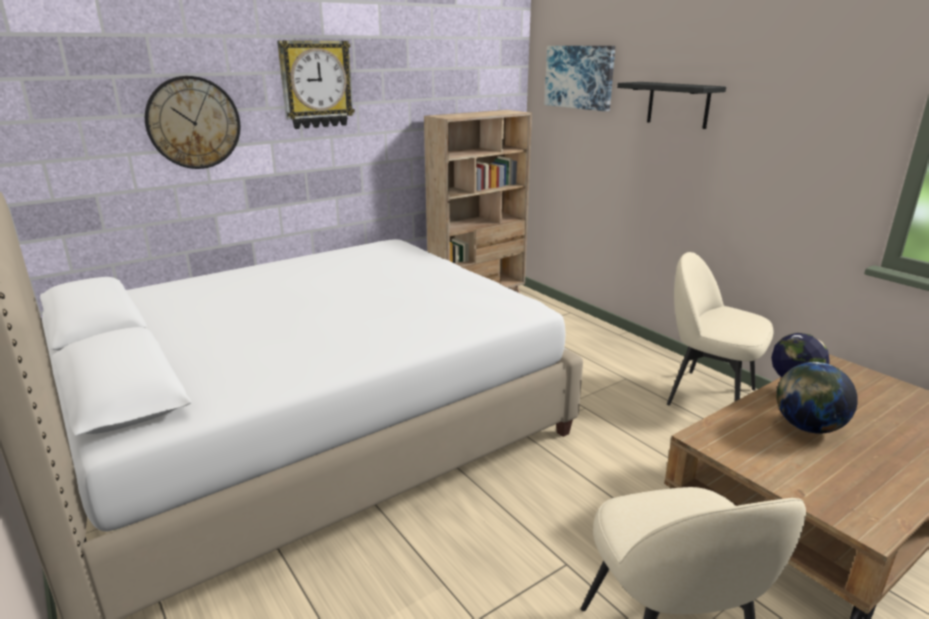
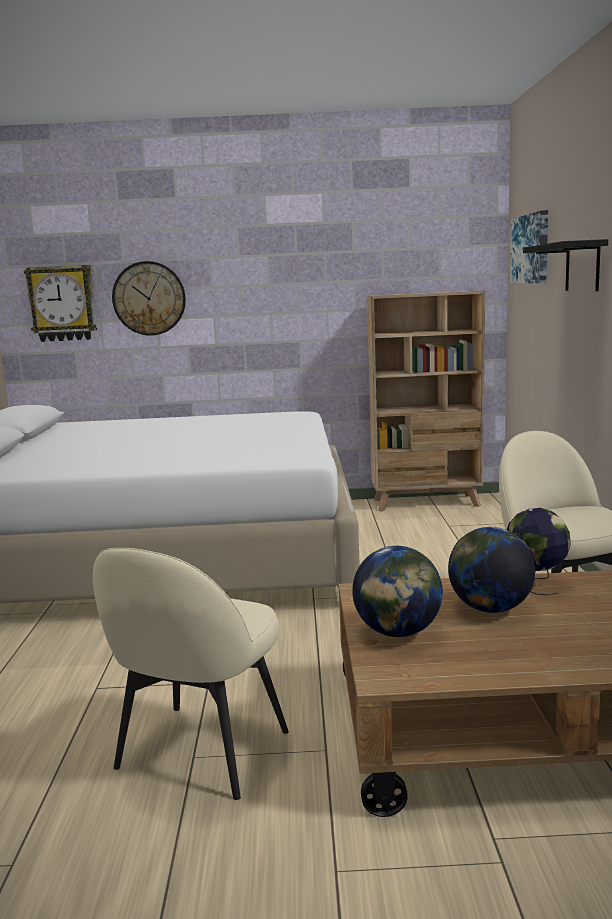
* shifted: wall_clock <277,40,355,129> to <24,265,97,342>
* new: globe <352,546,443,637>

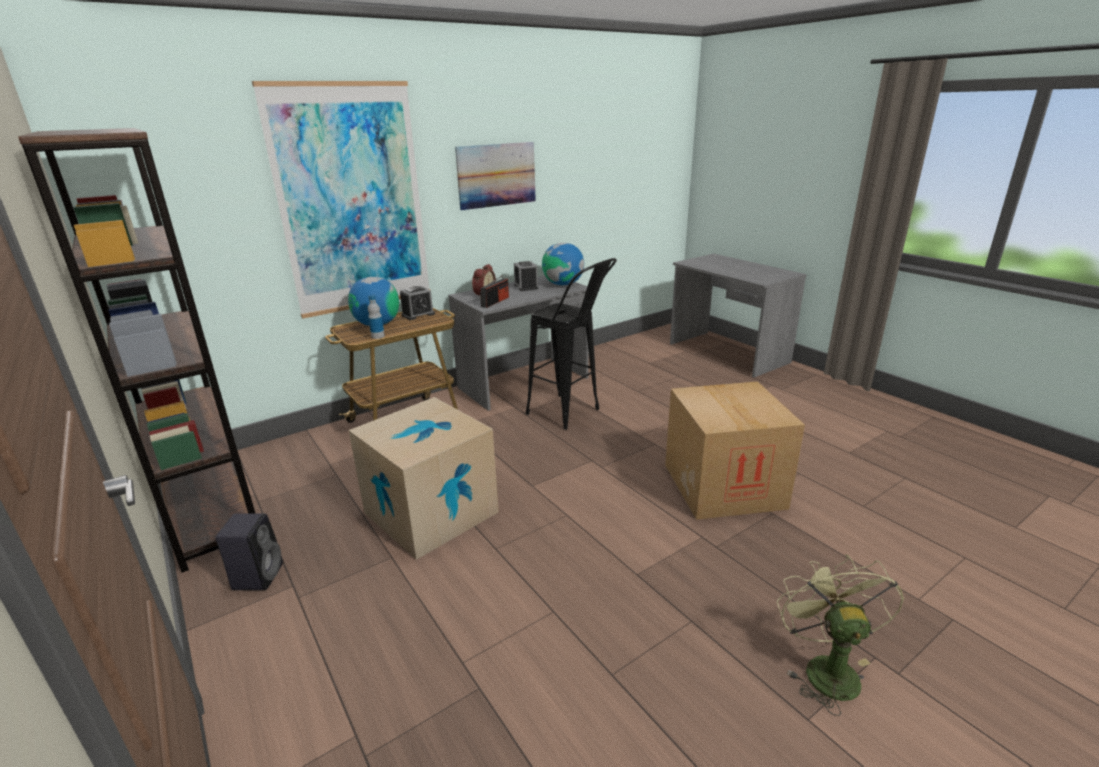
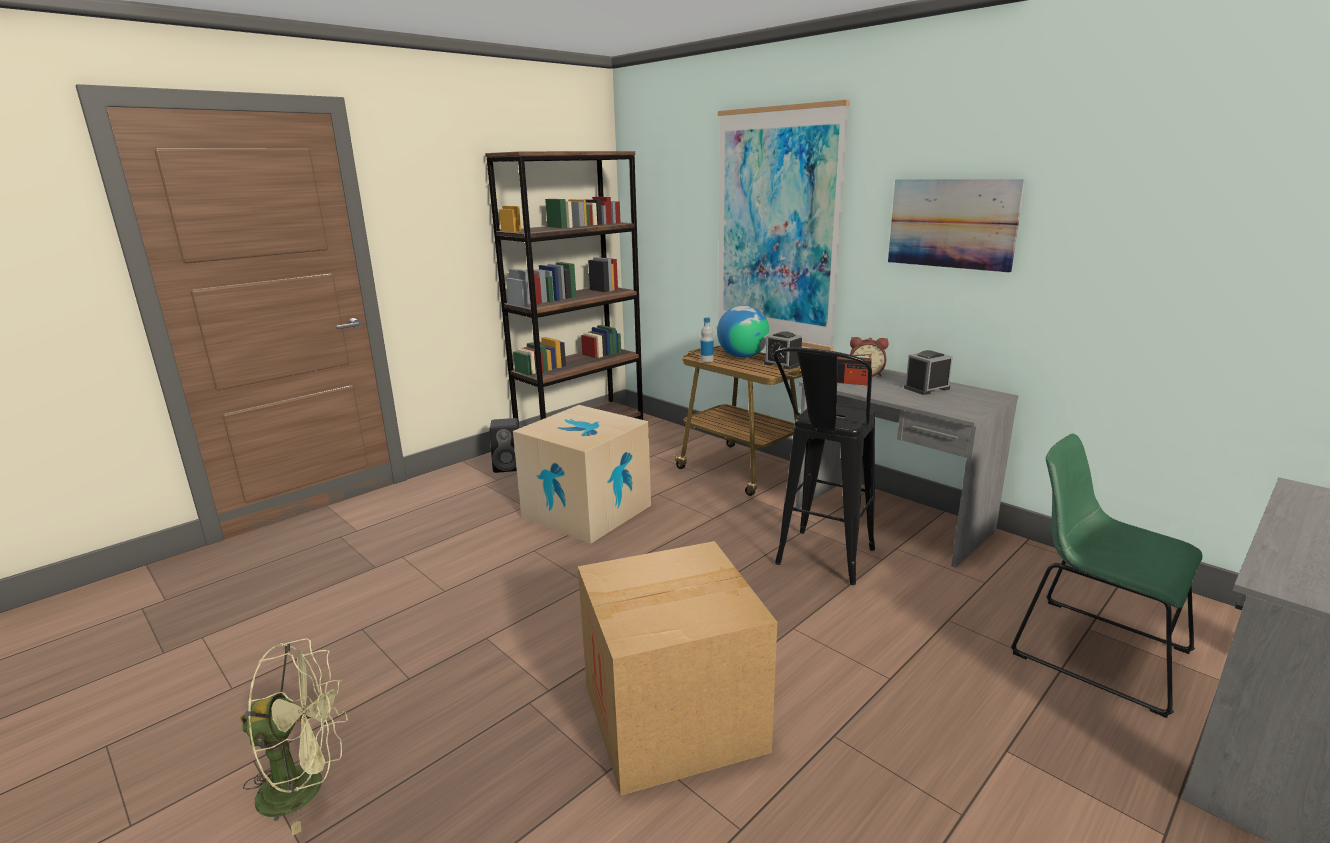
* gone: globe <542,243,584,285>
* new: green_chair <1011,434,1203,718>

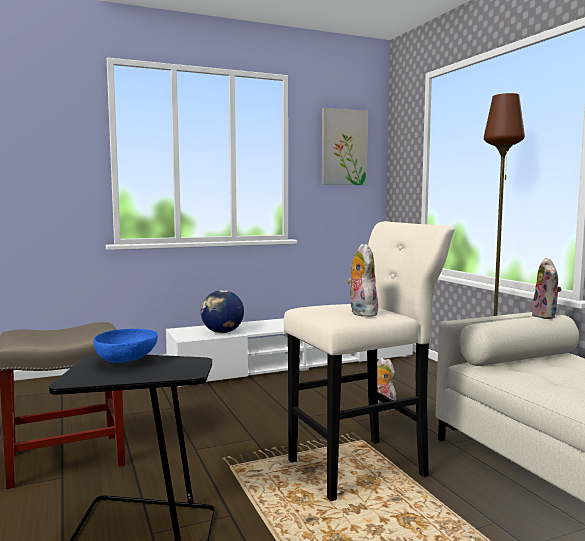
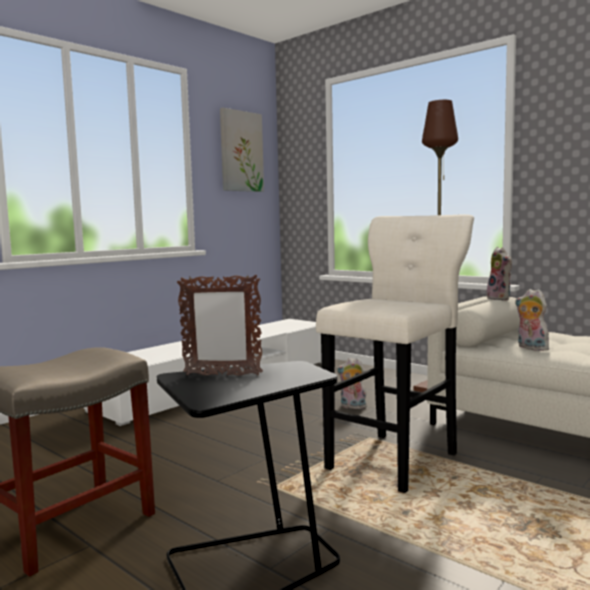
* shifted: plush_toy <347,244,378,317> to <515,289,549,351>
* gone: globe <201,290,244,333>
* swapped: blue_bowl <94,329,158,363> to picture_frame <177,275,263,375>

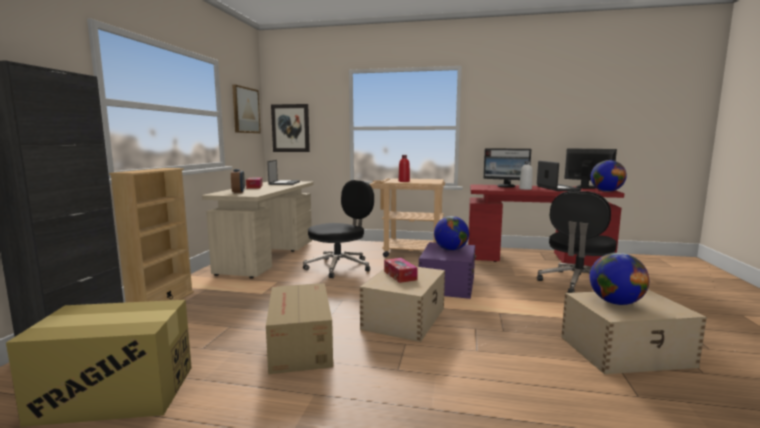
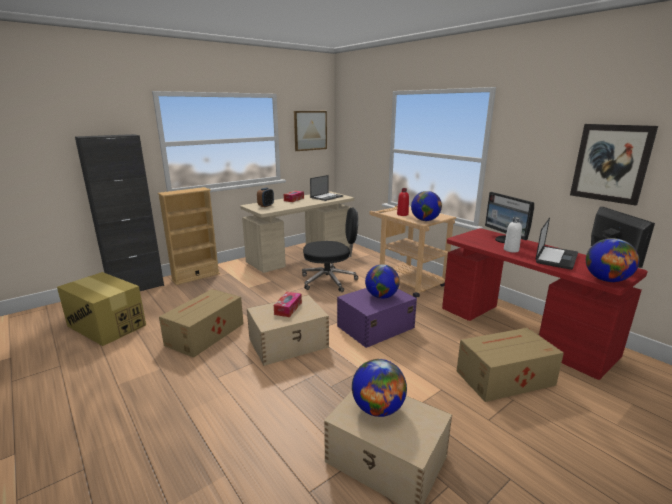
* shifted: picture <271,104,310,152> to <570,124,658,206>
* swapped: black_office_chair <537,191,617,293> to cardboard_box <457,328,564,402>
* new: globe <411,191,442,221>

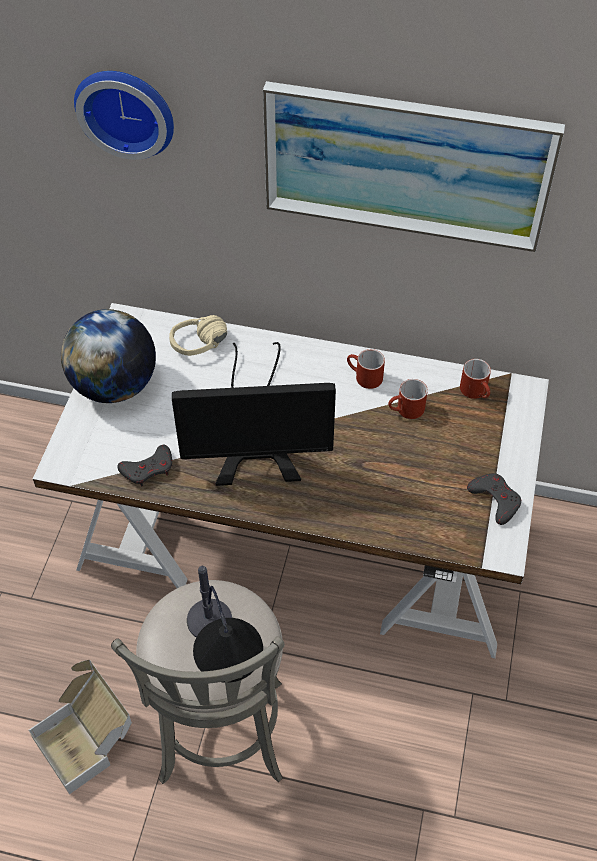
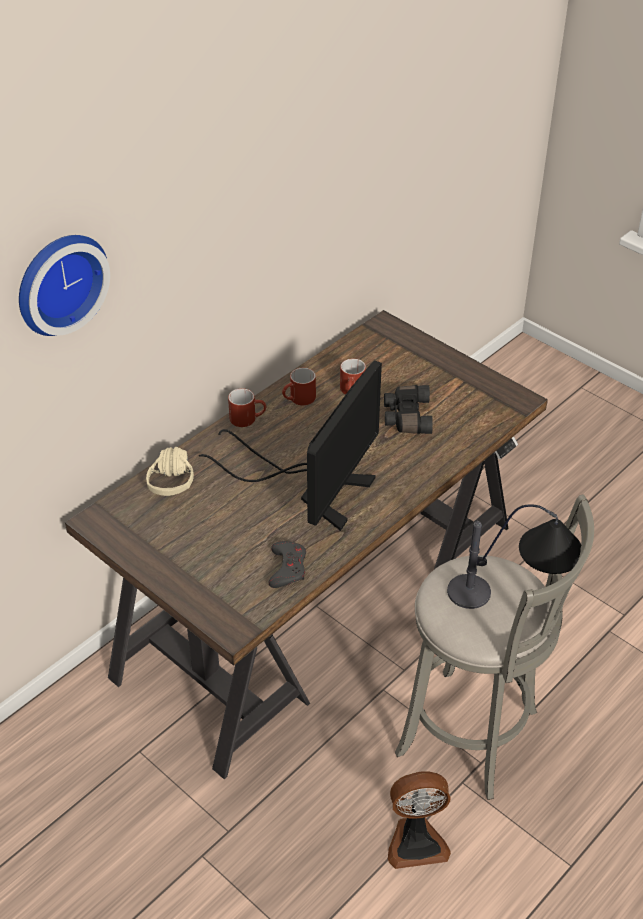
* gone: picture <263,81,565,252>
* repainted: white_desk <33,303,549,658> to brown_desk <65,310,548,779>
* gone: globe <61,309,156,403>
* shifted: red_mug <460,359,491,399> to <228,388,266,427>
* gone: grey_game_controller <467,473,521,525>
* swapped: cardboard_box <29,660,132,794> to fan <388,772,451,869>
* new: black_binoculars <384,385,433,434>

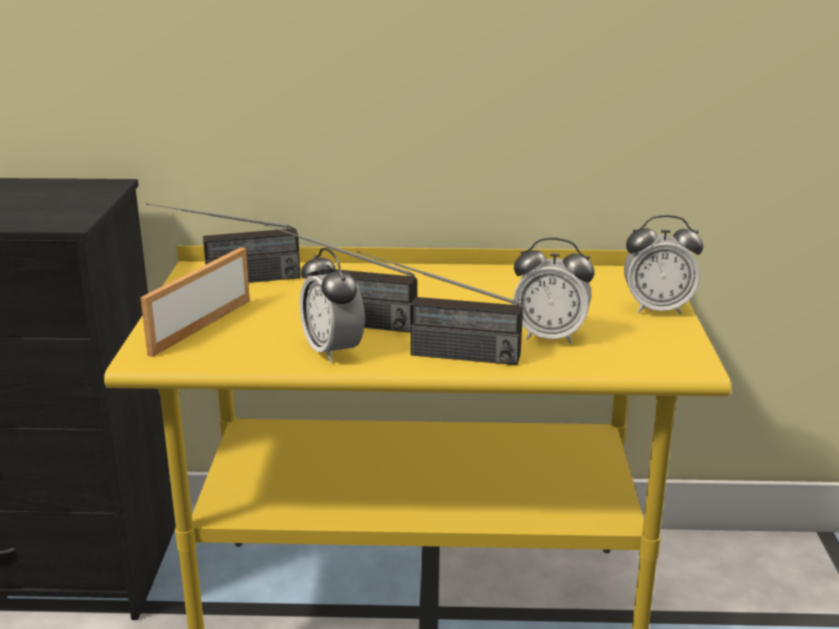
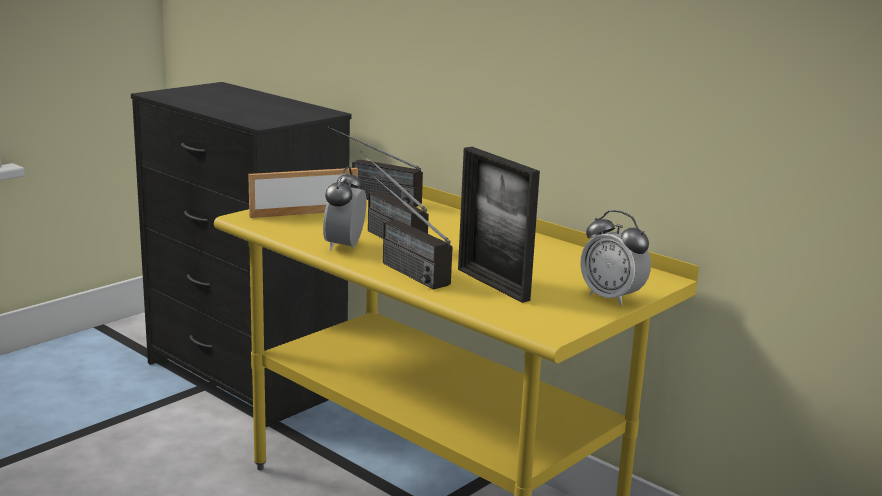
* swapped: alarm_clock <513,238,595,344> to picture_frame <458,147,540,303>

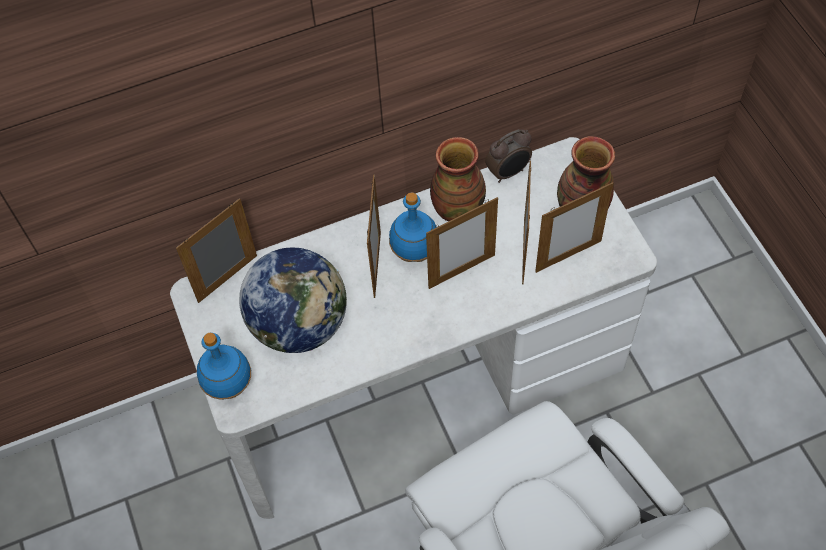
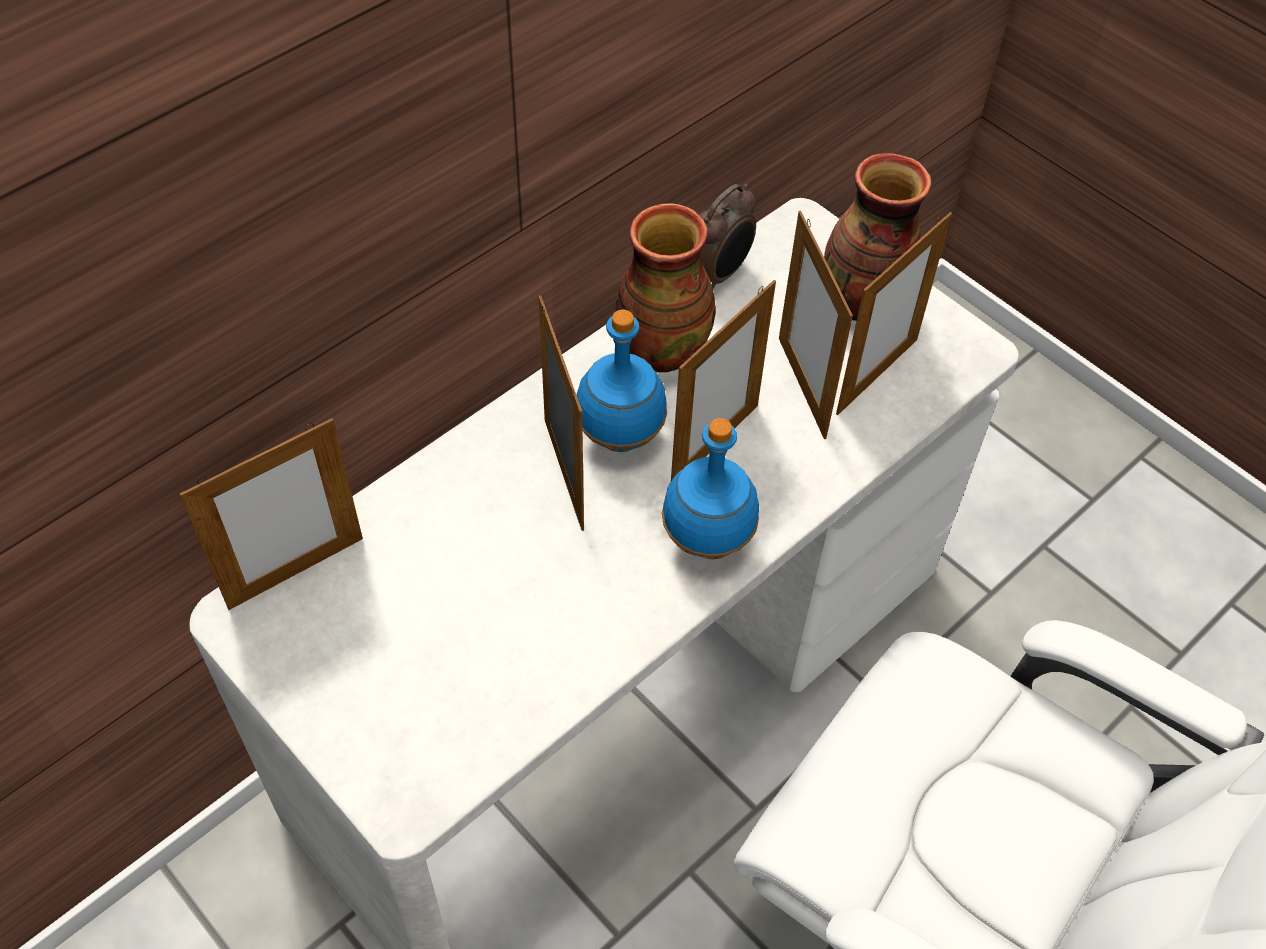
* rotated: picture_frame <176,198,257,303> = <180,418,363,610> 150 degrees counterclockwise
* gone: globe <239,247,347,353>
* shifted: blue_bottle <197,333,251,400> to <662,418,759,559>

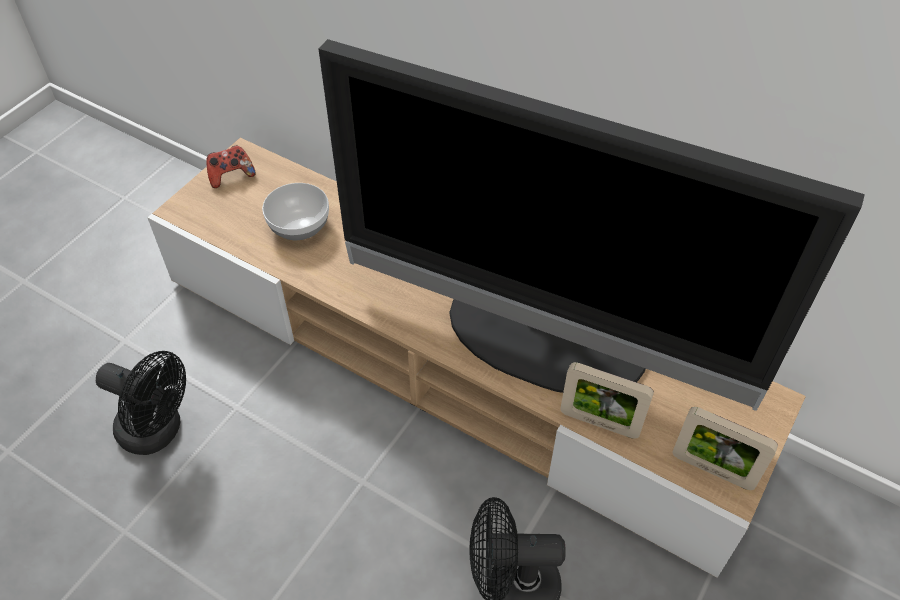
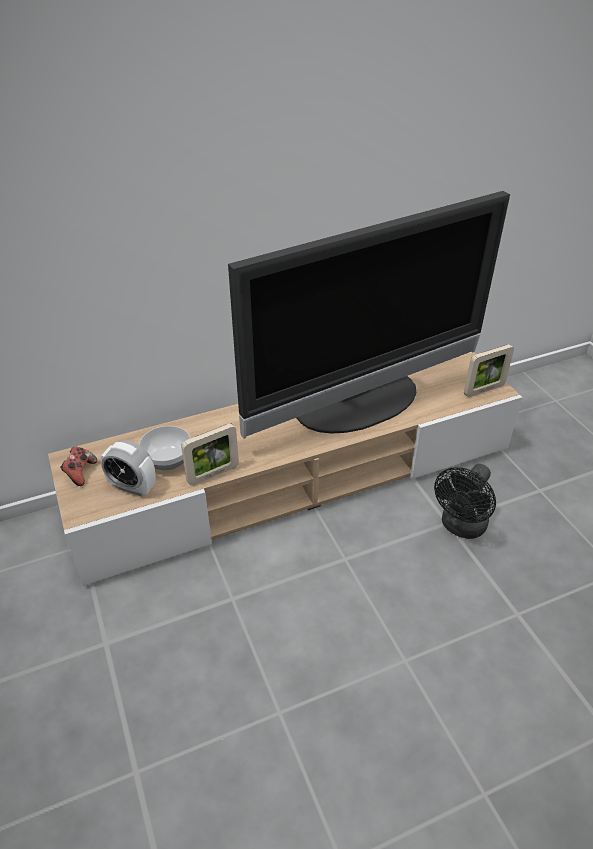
* gone: black_fan <96,351,186,455>
* shifted: picture_frame <560,362,654,439> to <181,423,239,486>
* new: alarm_clock <100,440,156,497>

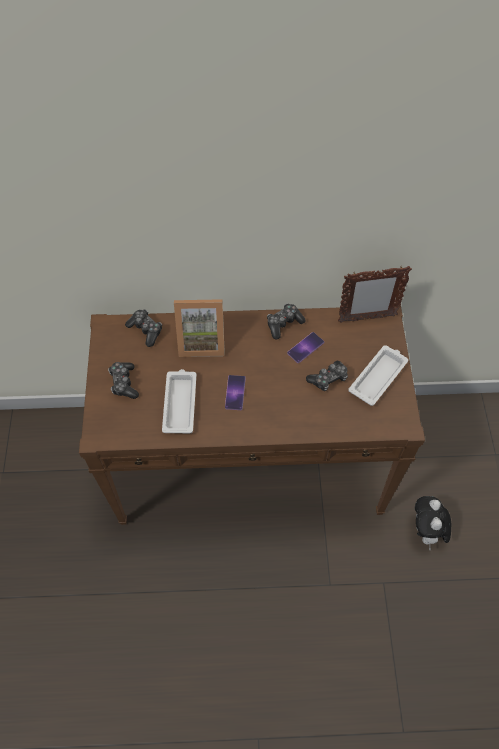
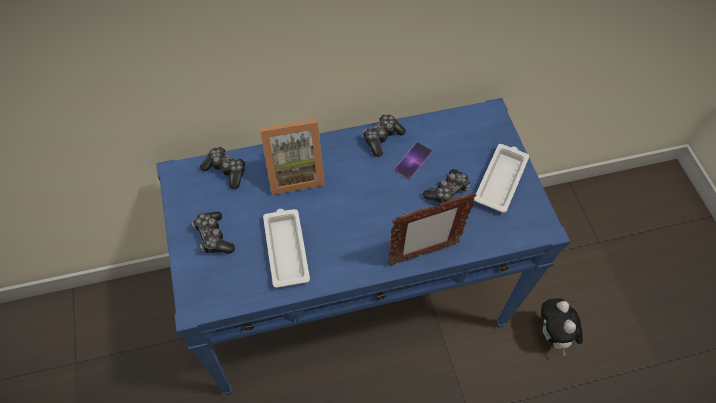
* shifted: picture_frame <338,266,412,323> to <387,192,477,266>
* repainted: brown_console_table <79,306,425,525> to blue_console_table <156,98,570,395>
* gone: phone <225,375,246,410>

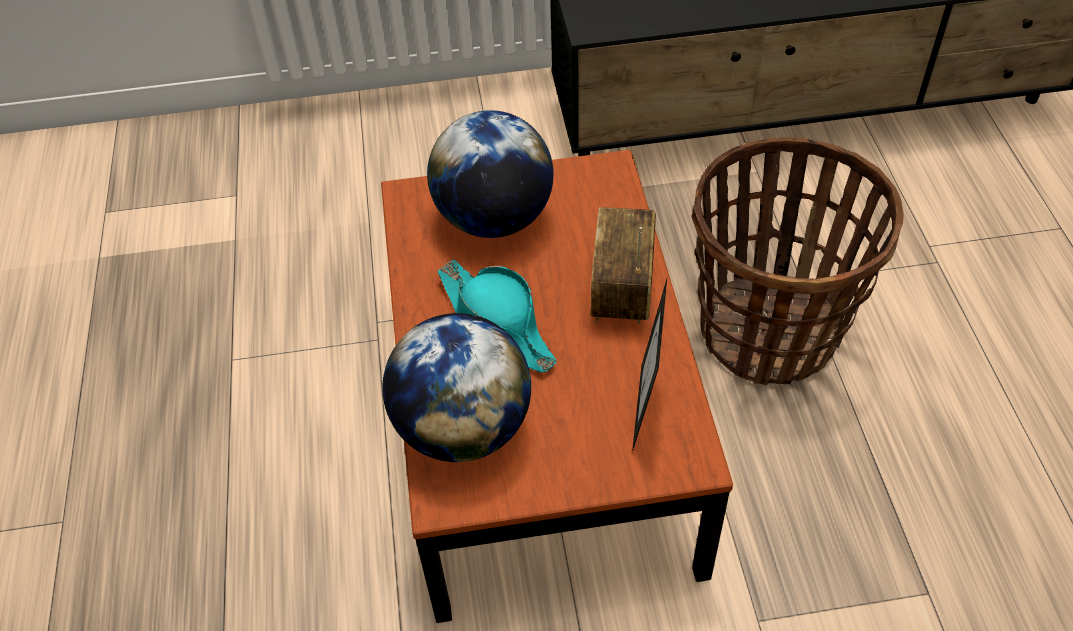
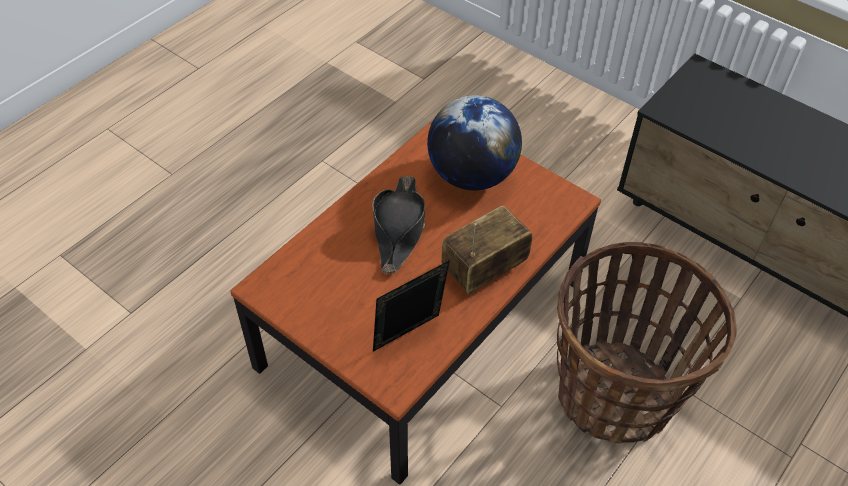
* repainted: turquoise_hat <437,259,557,373> to black_hat <373,176,425,274>
* gone: globe <382,313,531,462>

